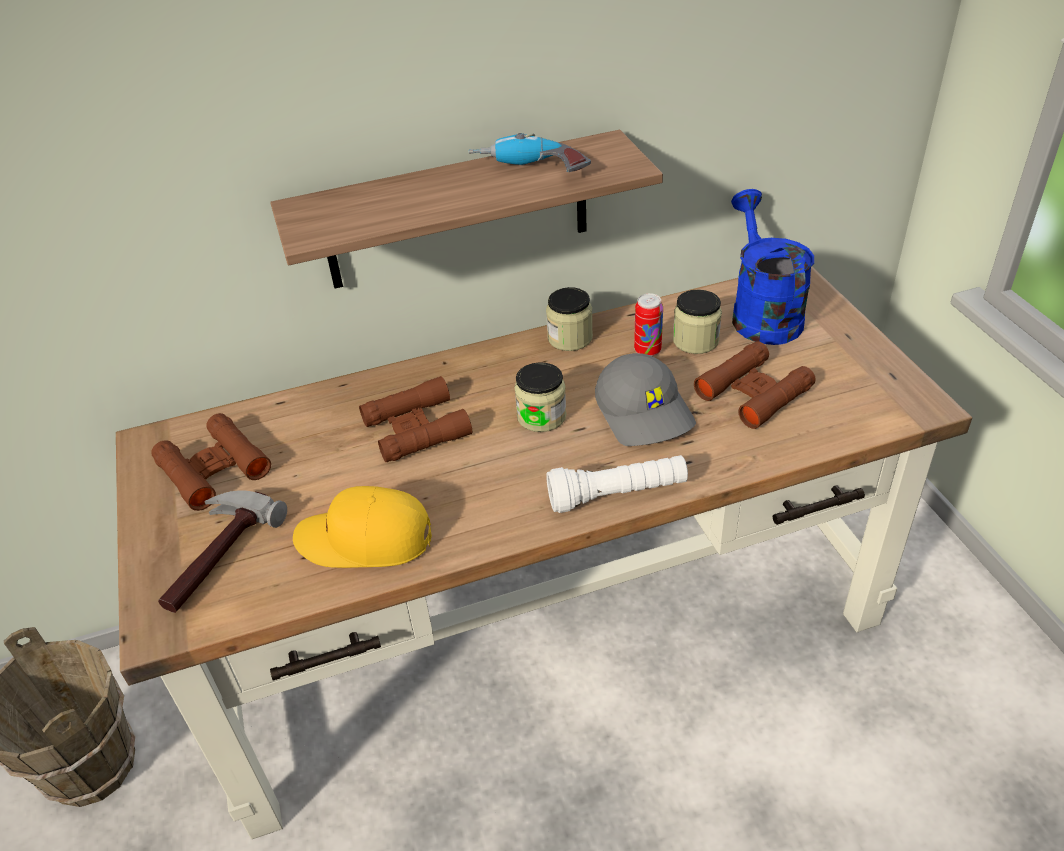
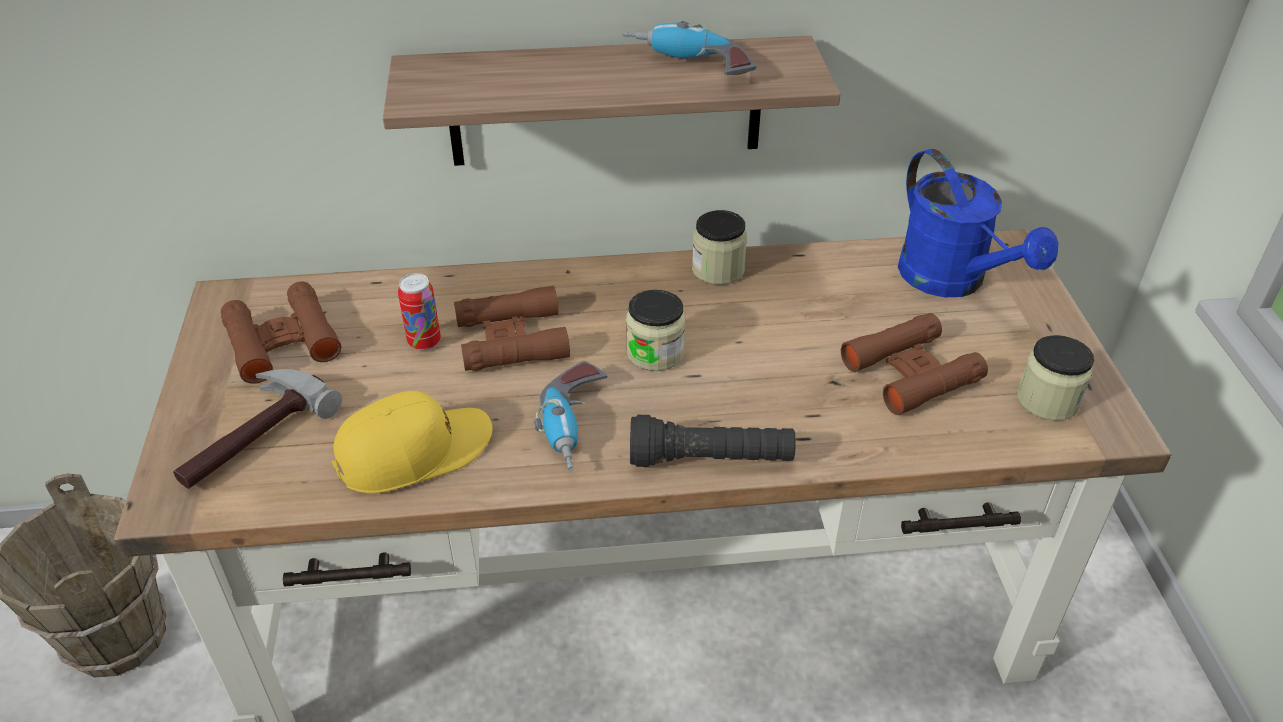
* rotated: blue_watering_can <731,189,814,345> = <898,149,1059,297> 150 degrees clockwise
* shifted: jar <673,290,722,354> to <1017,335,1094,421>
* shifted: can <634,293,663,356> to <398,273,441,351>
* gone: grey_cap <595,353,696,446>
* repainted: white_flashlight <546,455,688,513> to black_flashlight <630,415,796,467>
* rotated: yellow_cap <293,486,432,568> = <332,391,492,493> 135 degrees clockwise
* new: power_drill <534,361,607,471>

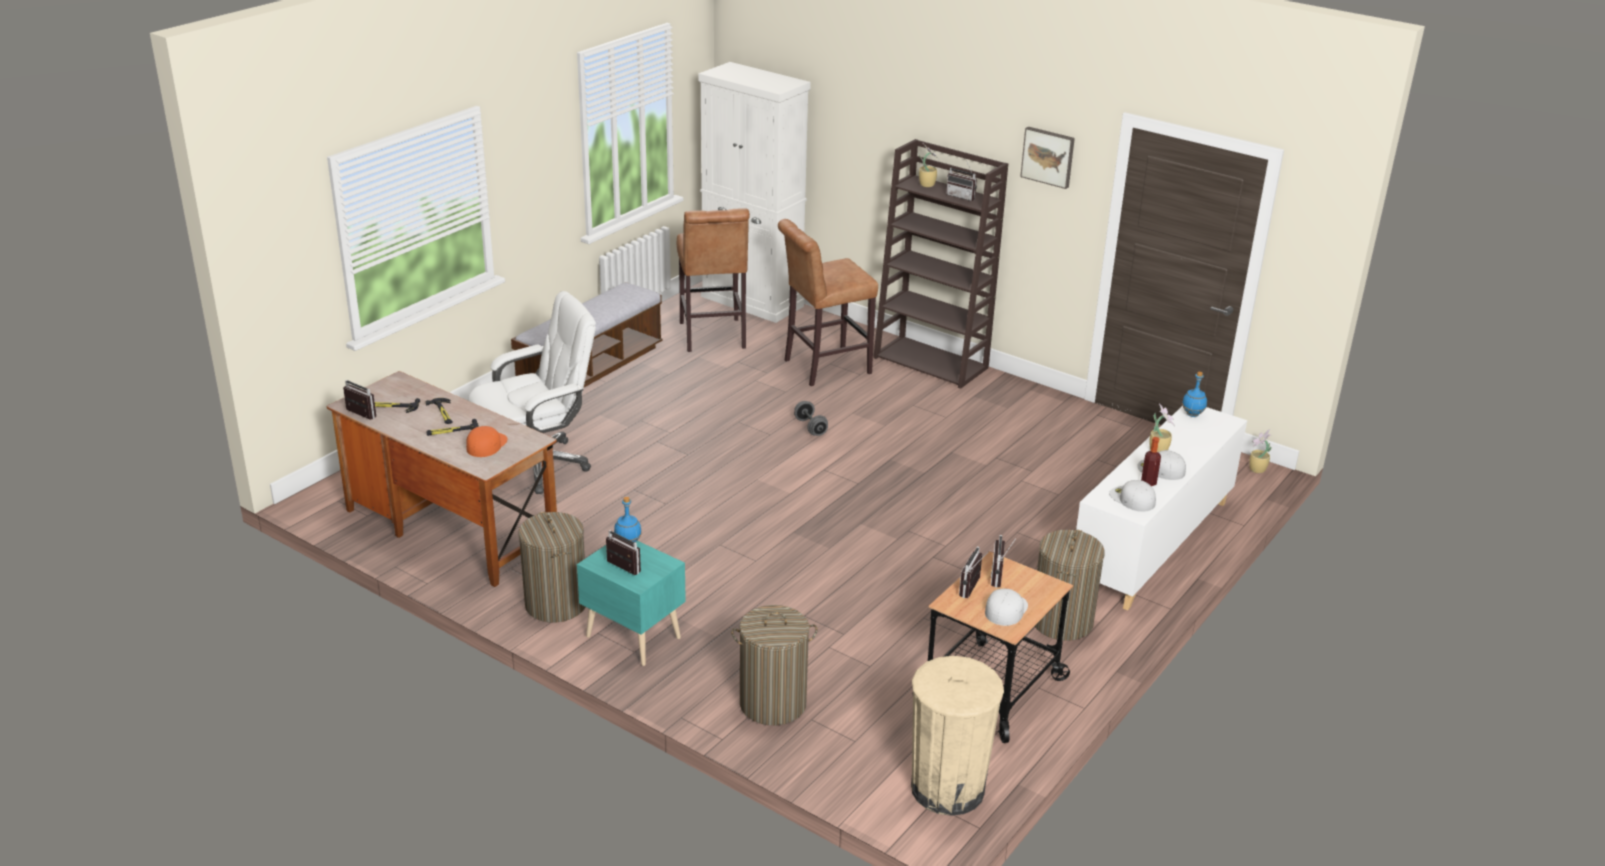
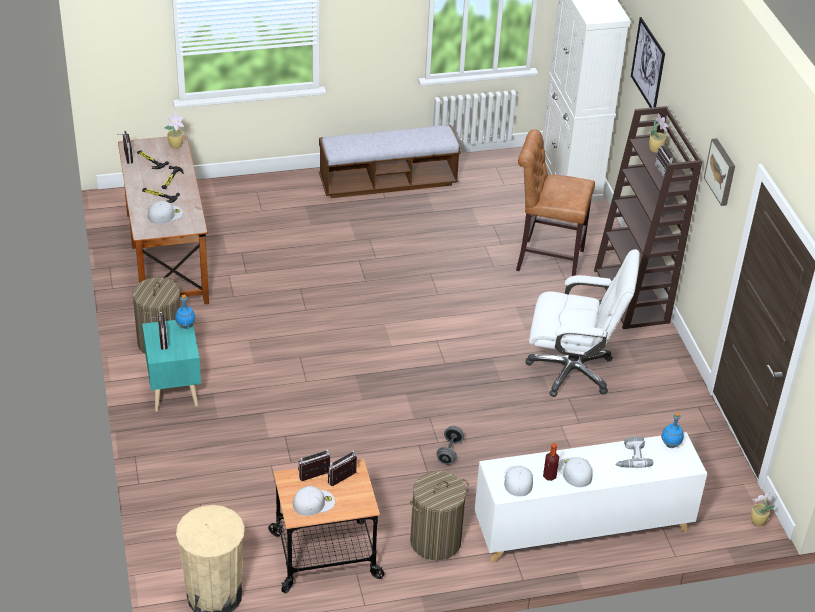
* gone: brown_stool <677,208,750,352>
* shifted: white_office_chair <468,291,596,494> to <525,249,640,397>
* shifted: grey_dumbbell <794,401,828,436> to <436,426,464,465>
* shifted: potted_plant <1149,404,1175,452> to <164,112,184,149>
* repainted: orange_cap <466,426,507,457> to white_cap <148,200,183,224>
* gone: laundry_basket <731,605,818,725>
* new: picture <631,17,665,108>
* new: power_drill <615,436,653,468>

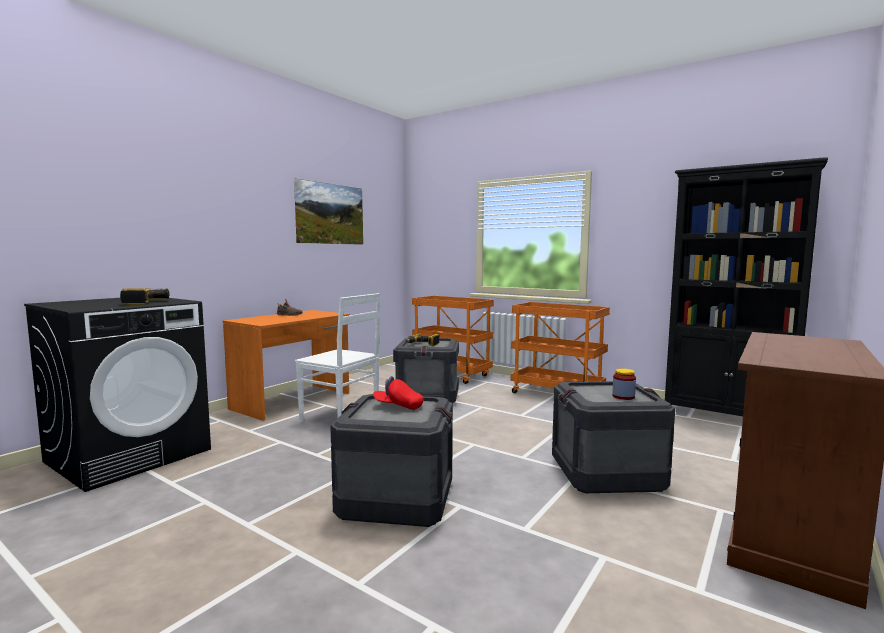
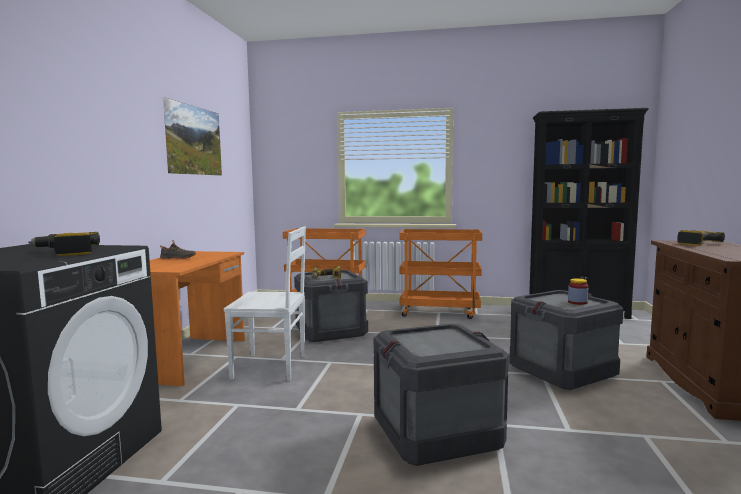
* gone: red_cap <373,376,423,410>
* new: power_drill <677,230,725,246>

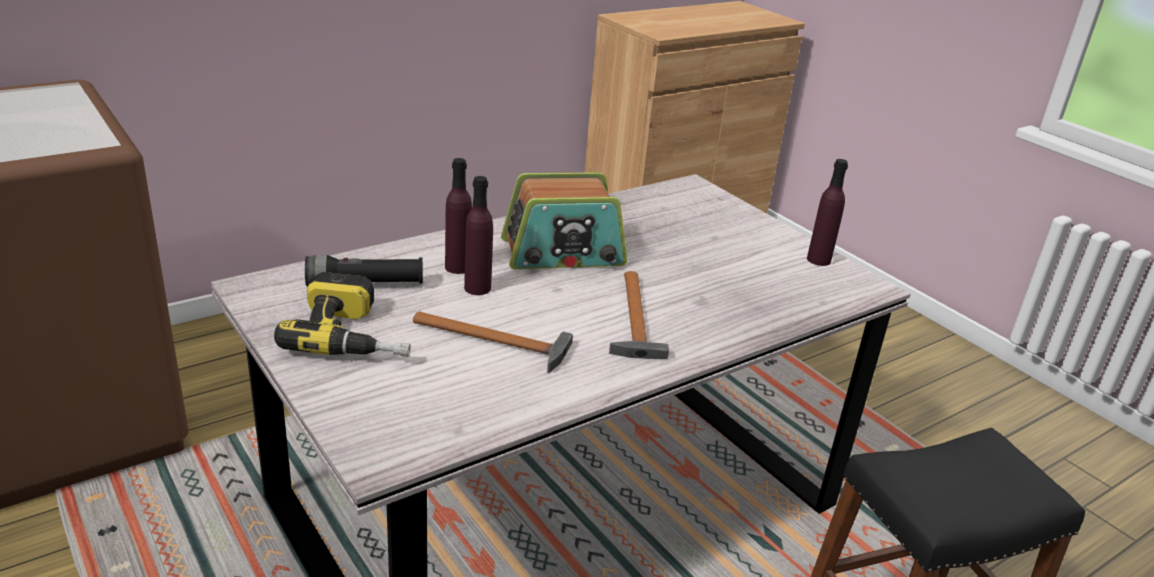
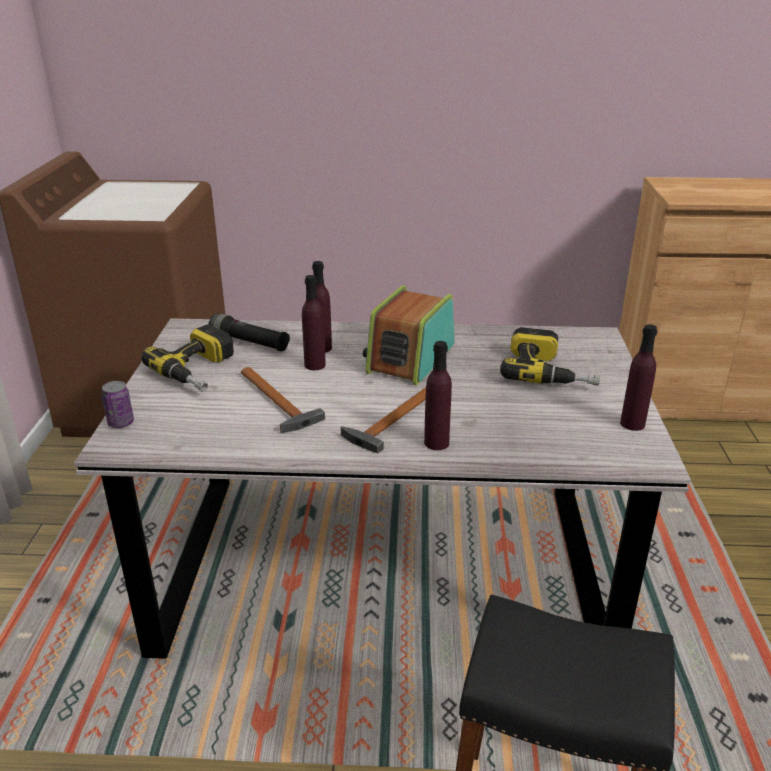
* rotated: radio <501,172,628,269> = <363,285,455,385> 90 degrees clockwise
* new: power_drill <500,327,600,385>
* new: purple_bottle <424,341,452,450>
* new: can <101,381,134,428>

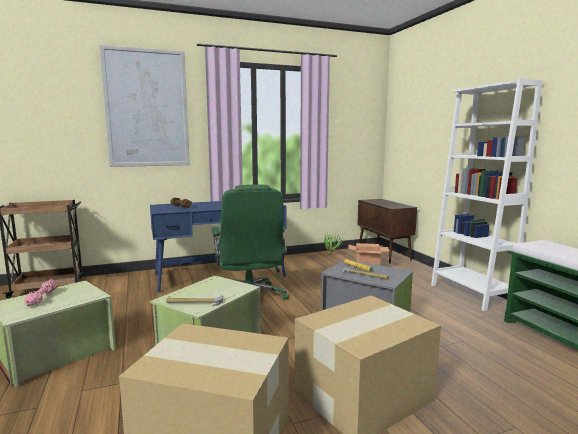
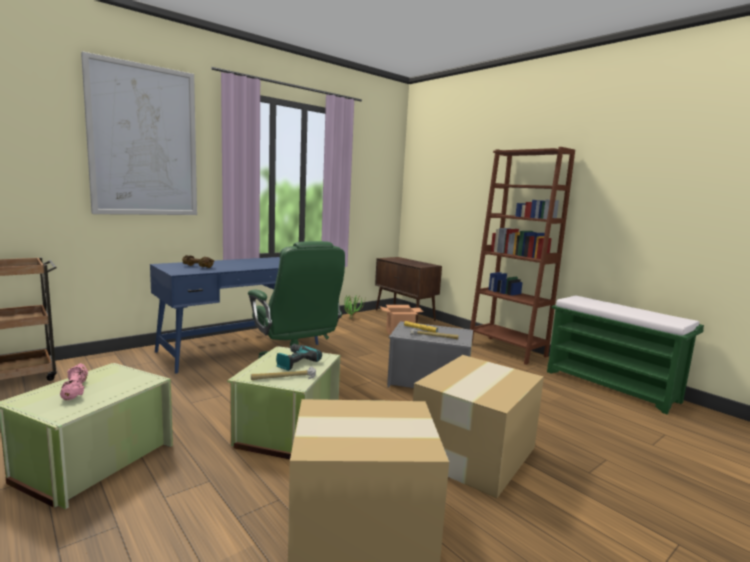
* repainted: white_bookcase <431,78,543,311> to brown_bookcase <470,147,575,365>
* new: power_drill <276,344,322,371>

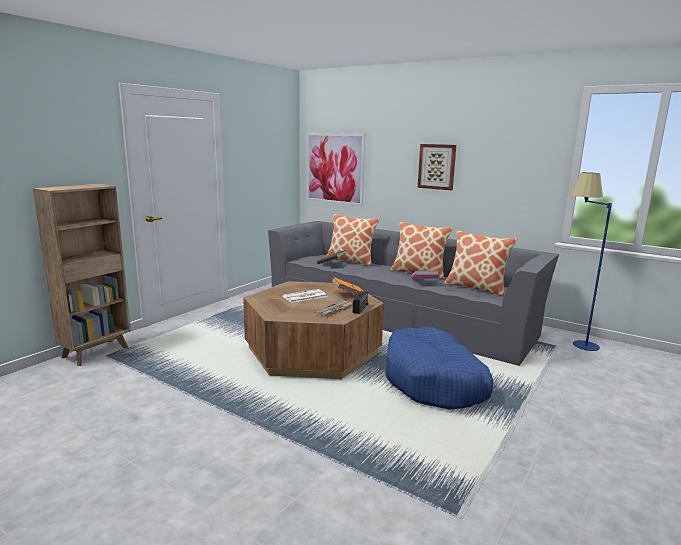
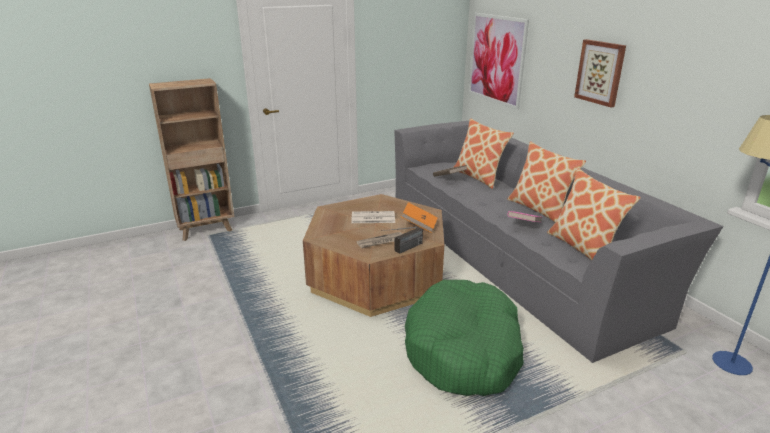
* repainted: blue_dog_bed <386,327,493,410> to green_dog_bed <405,280,524,396>

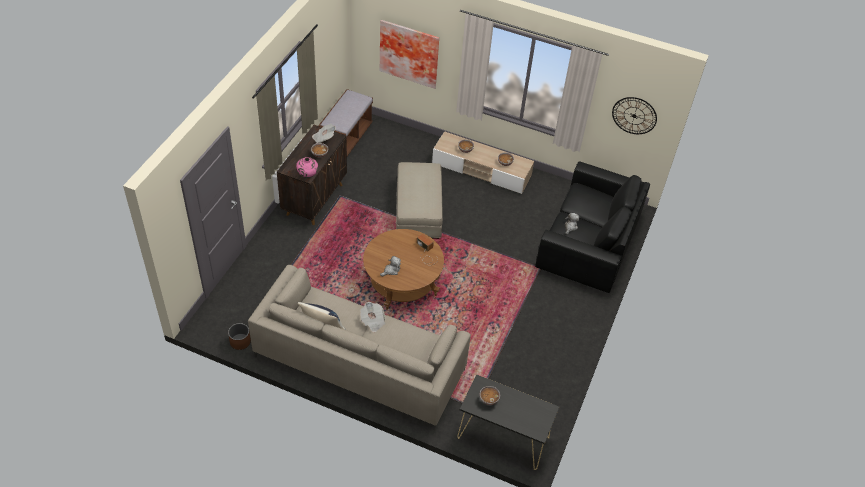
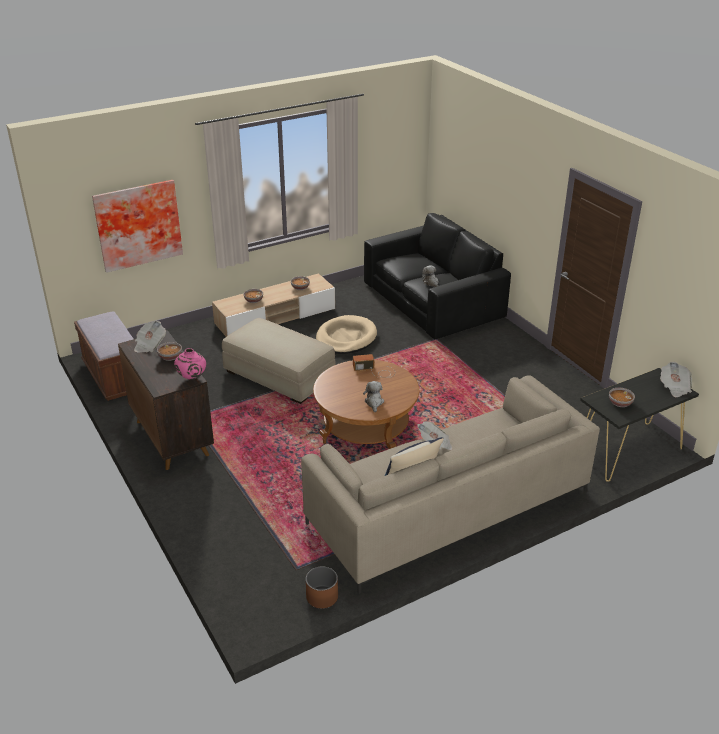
* gone: wall_clock <612,97,657,134>
* new: beige_dog_bed <316,315,377,354>
* new: newspaper <660,362,692,397>

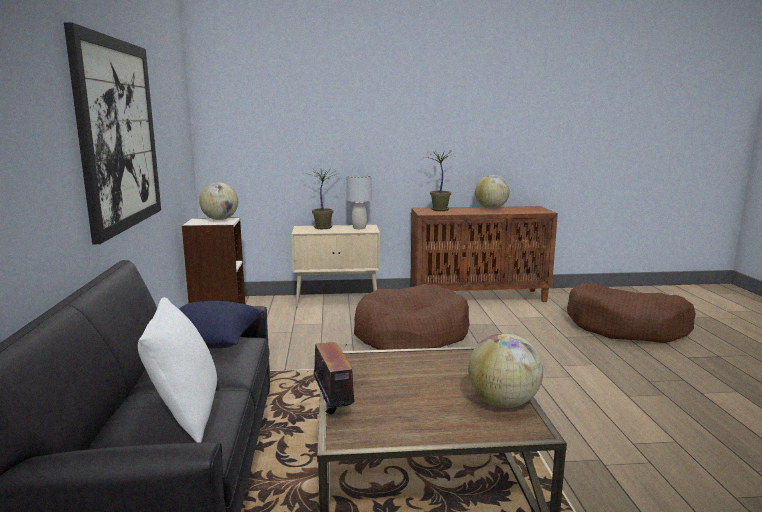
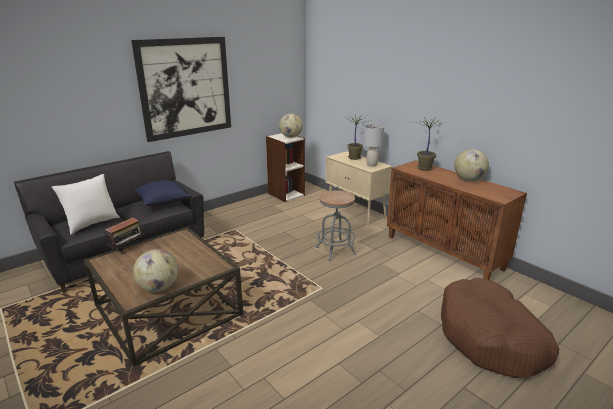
* swapped: brown_dog_bed <354,284,470,350> to grey_stool <316,190,356,261>

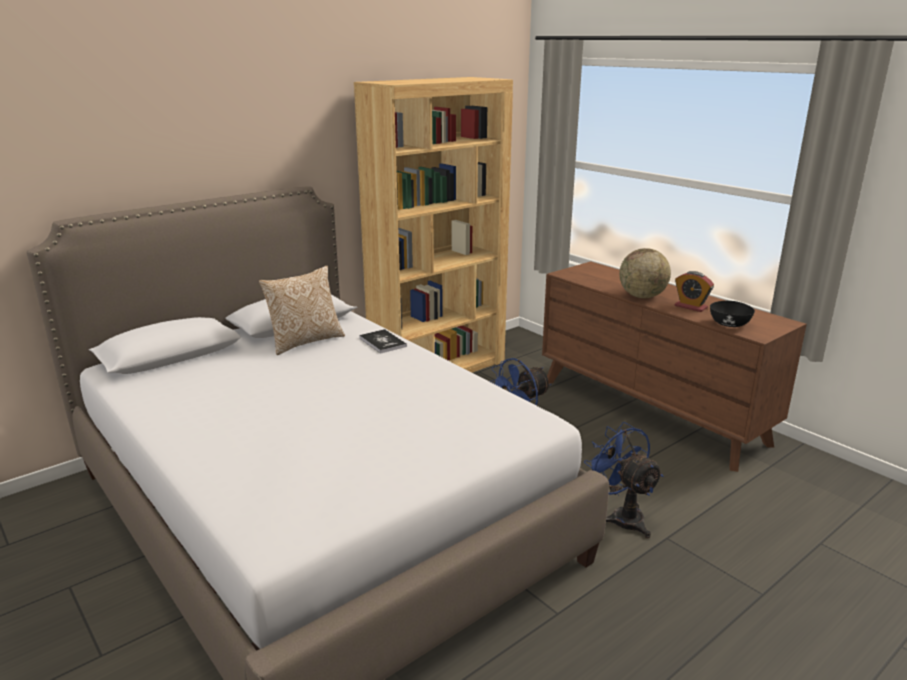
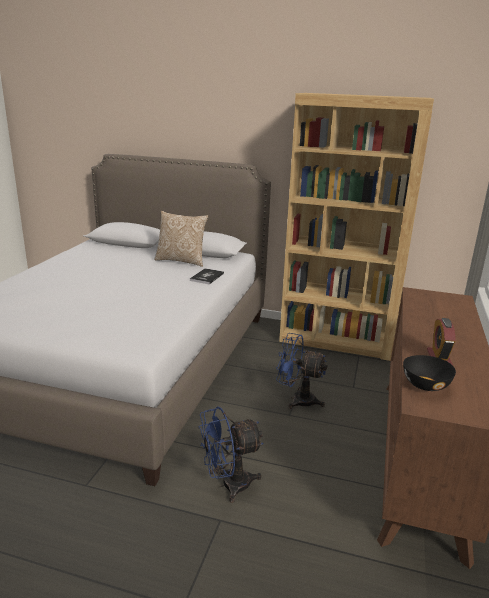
* gone: globe <619,248,671,298>
* rotated: blue_fan <584,422,664,538> = <199,406,264,503> 135 degrees counterclockwise

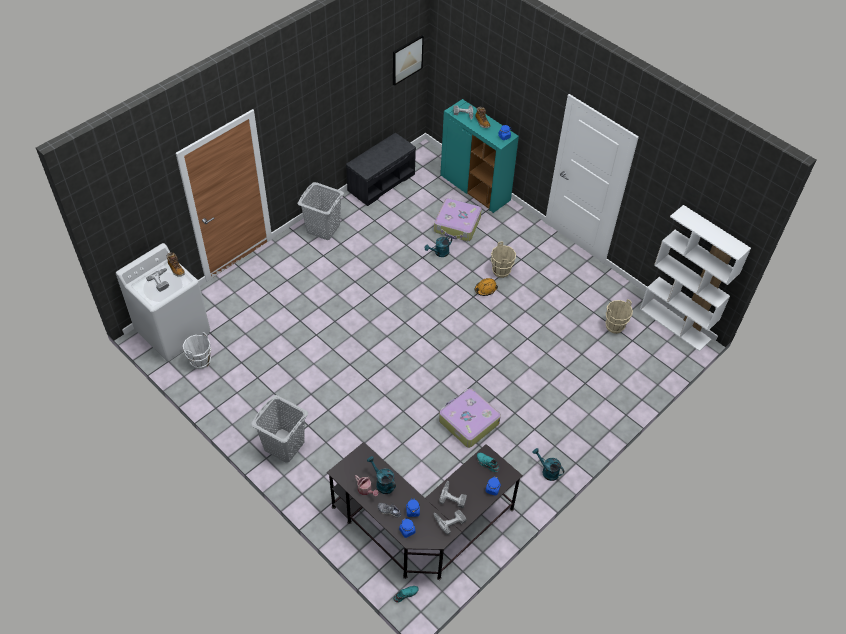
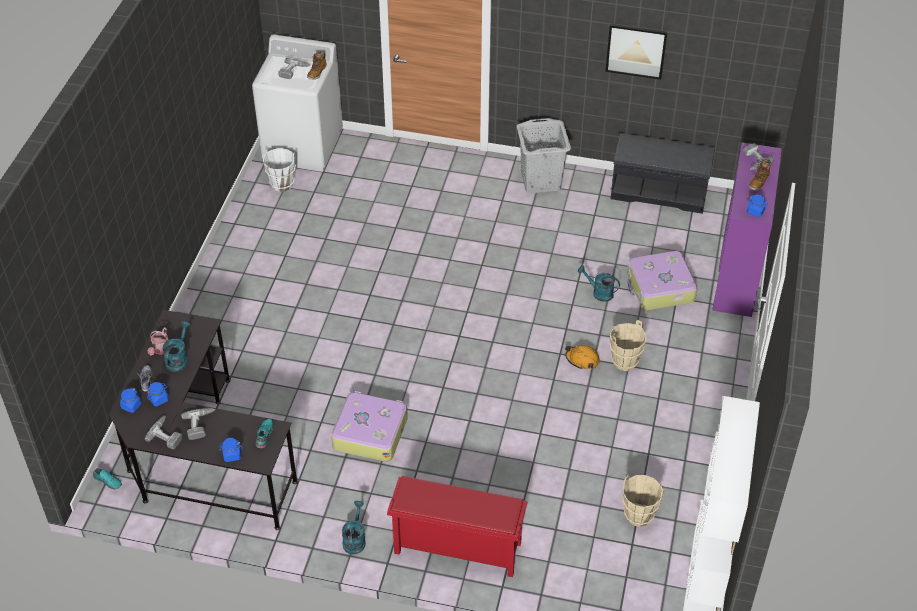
* shifted: picture <393,35,424,86> to <605,24,667,80>
* repainted: turquoise_cabinet <440,99,519,213> to purple_cabinet <712,142,782,317>
* gone: grey_laundry_basket <251,395,308,463>
* new: red_shoe_rack <387,476,527,577>

